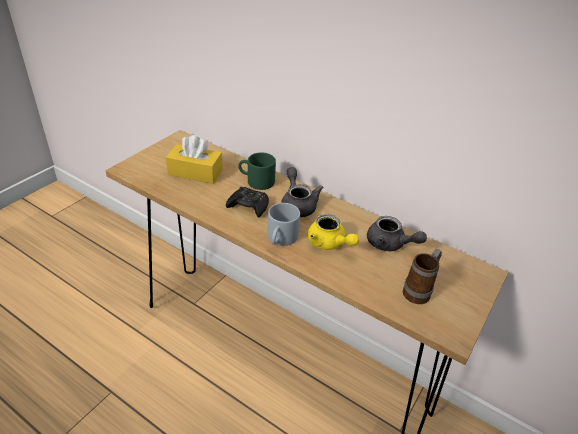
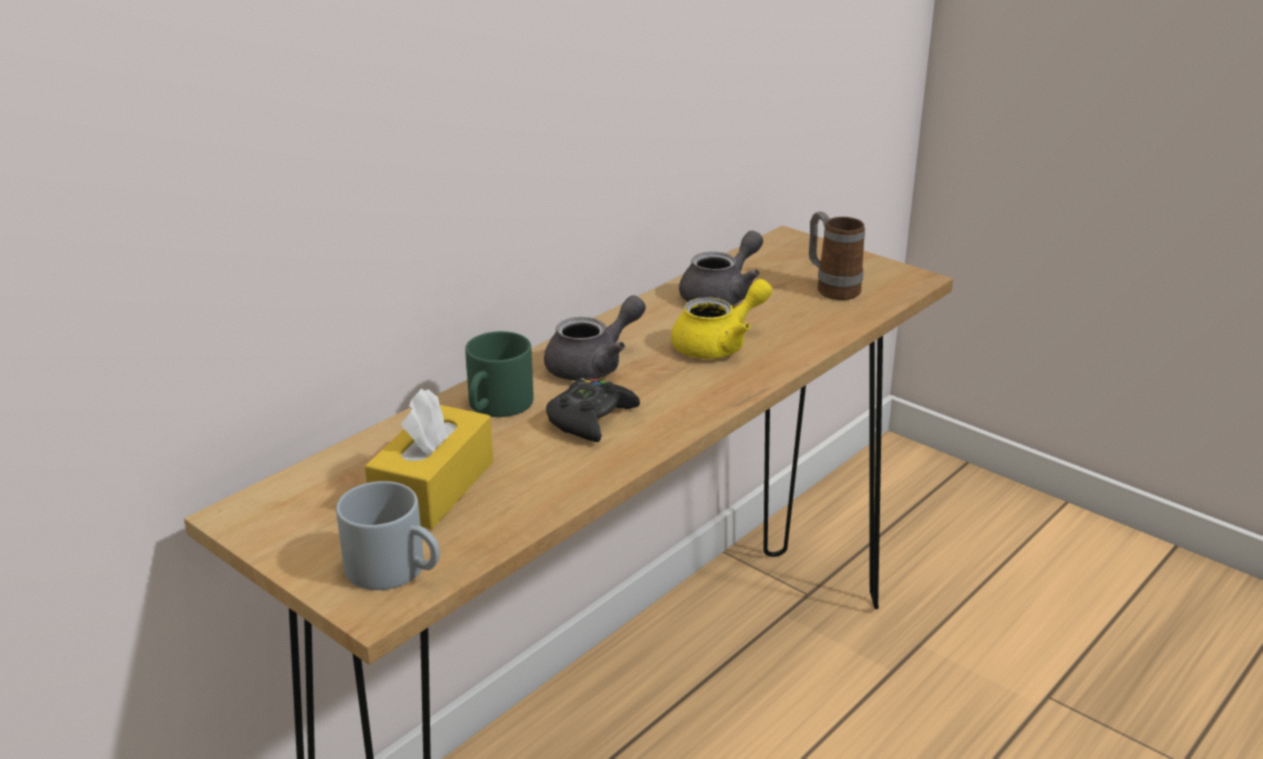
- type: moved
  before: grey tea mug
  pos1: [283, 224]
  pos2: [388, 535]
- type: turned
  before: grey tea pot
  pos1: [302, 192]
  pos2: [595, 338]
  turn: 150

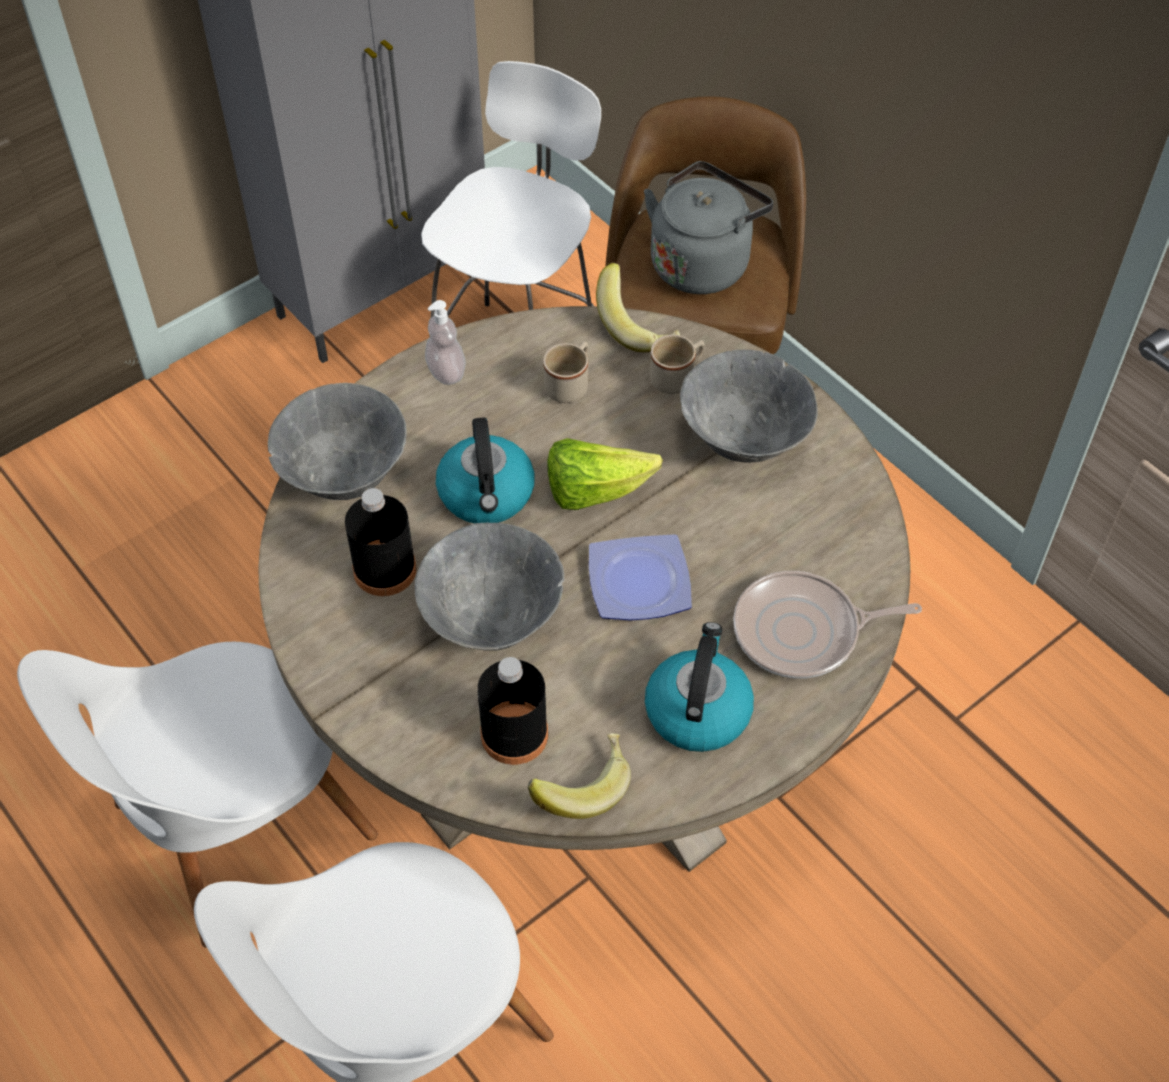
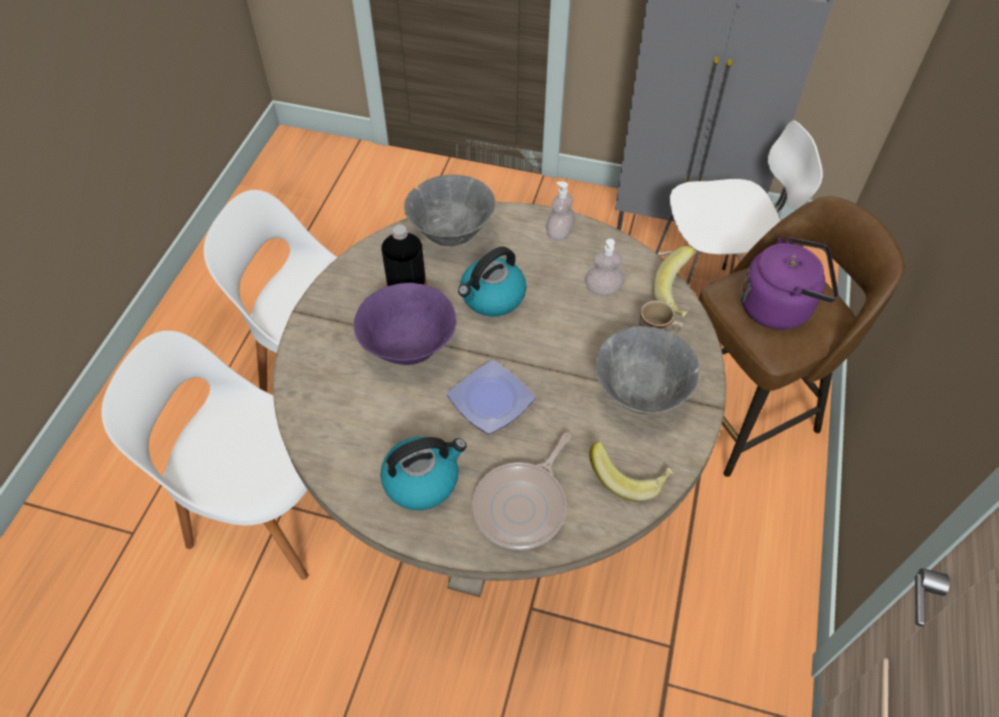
- type: recoloured
  before: grey serving bowl
  after: purple-coloured serving bowl
  pos1: [489, 587]
  pos2: [405, 324]
- type: turned
  before: pan
  pos1: [827, 625]
  pos2: [521, 491]
  turn: -105
- type: replaced
  before: sand-coloured tea mug
  after: soap dispenser
  pos1: [565, 372]
  pos2: [604, 267]
- type: moved
  before: whole banana
  pos1: [579, 776]
  pos2: [631, 472]
- type: recoloured
  before: grey water kettle
  after: purple-coloured water kettle
  pos1: [708, 227]
  pos2: [789, 283]
- type: removed
  before: black-coloured bottle
  pos1: [512, 711]
- type: removed
  before: lettuce
  pos1: [605, 474]

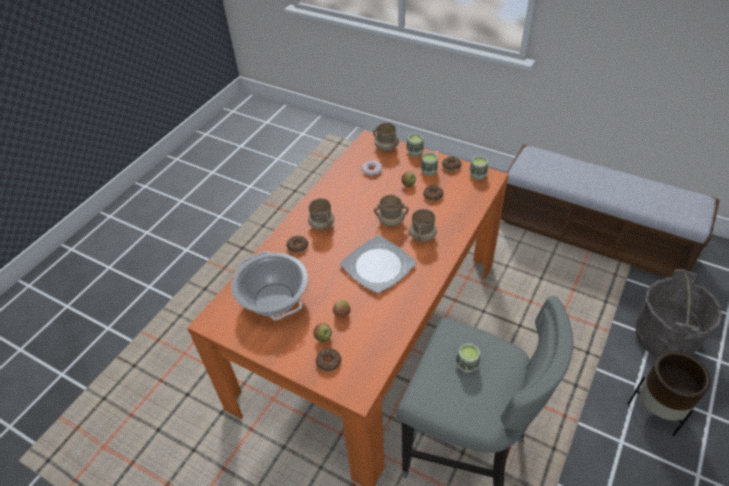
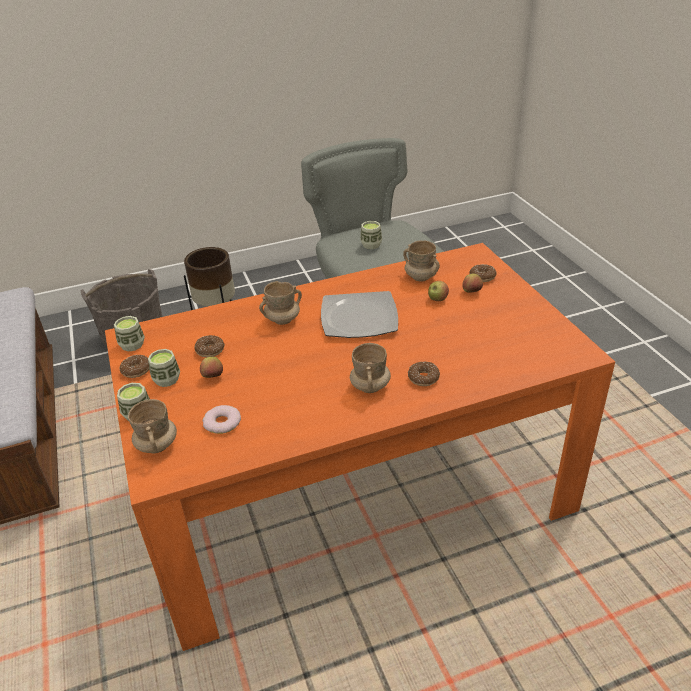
- type: moved
  before: sand-coloured tea mug
  pos1: [391, 211]
  pos2: [421, 260]
- type: removed
  before: cooking pot
  pos1: [269, 285]

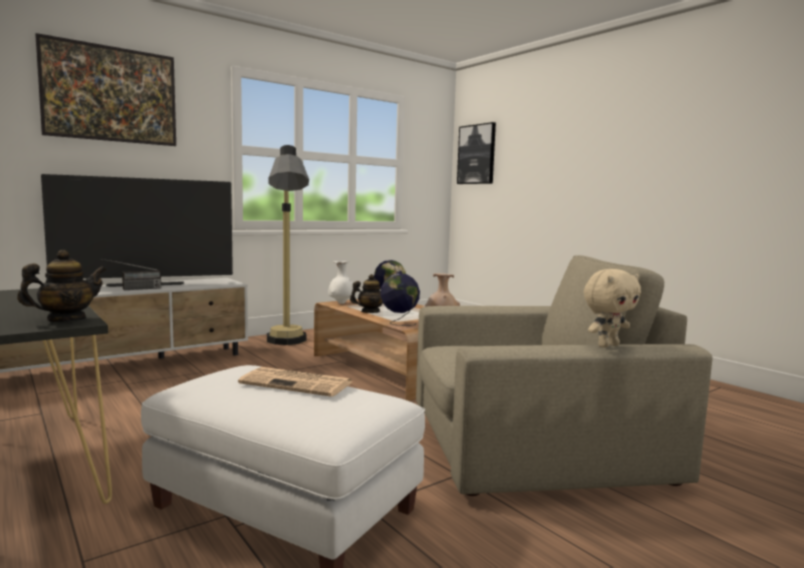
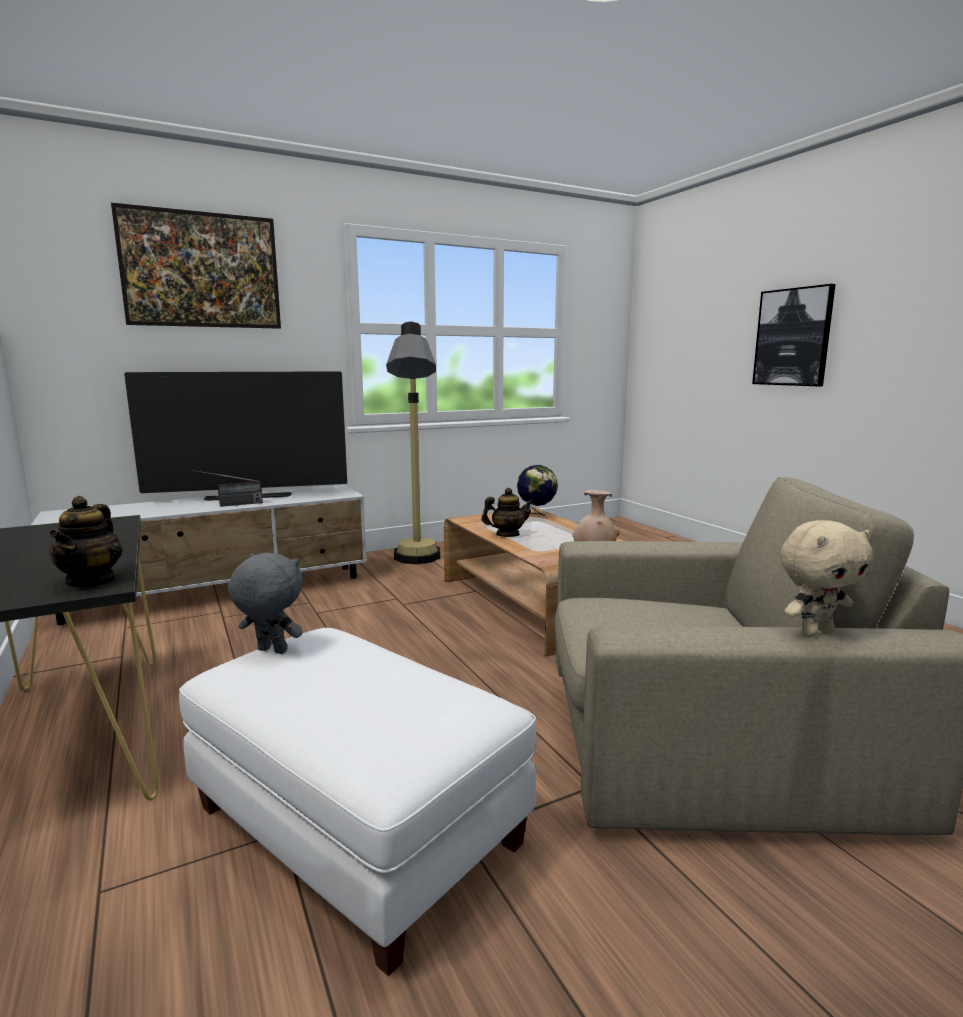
- type: turned
  before: tea pot
  pos1: [61, 286]
  pos2: [86, 542]
  turn: 120
- type: added
  after: grey soft toy
  pos2: [265, 603]
- type: moved
  before: picture
  pos1: [476, 153]
  pos2: [793, 335]
- type: removed
  before: newspaper
  pos1: [295, 382]
- type: removed
  before: white vase
  pos1: [342, 282]
- type: removed
  before: globe
  pos1: [400, 299]

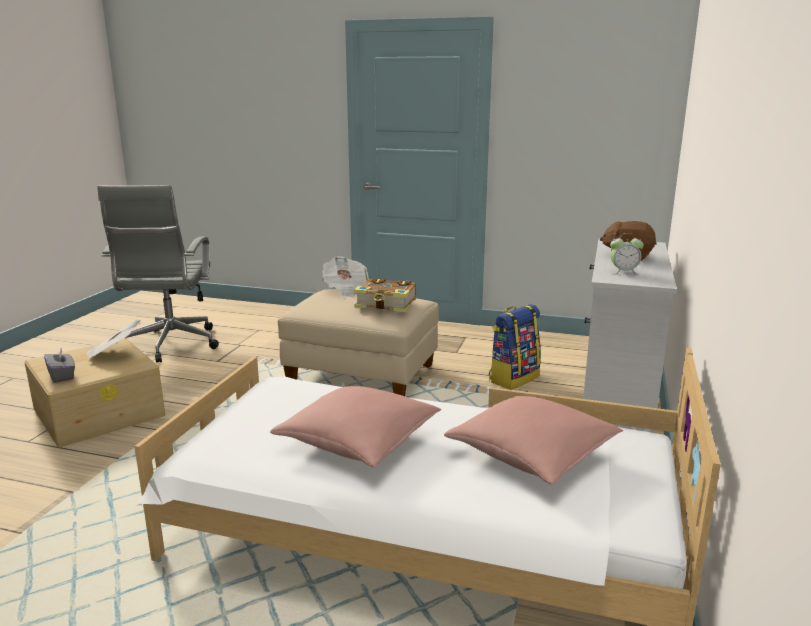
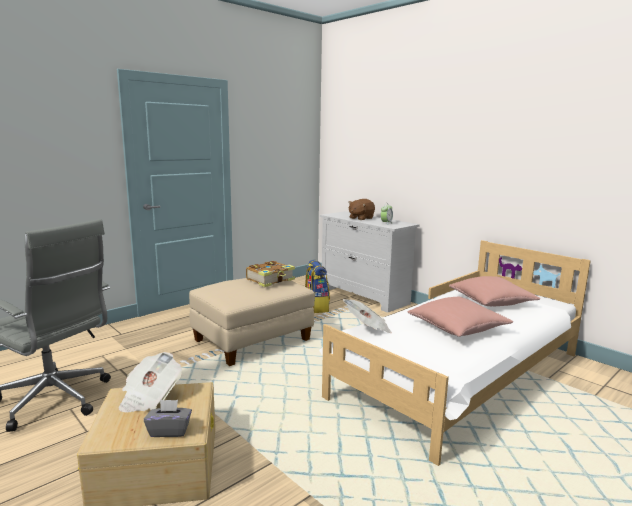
- type: moved
  before: newspaper
  pos1: [345, 277]
  pos2: [367, 316]

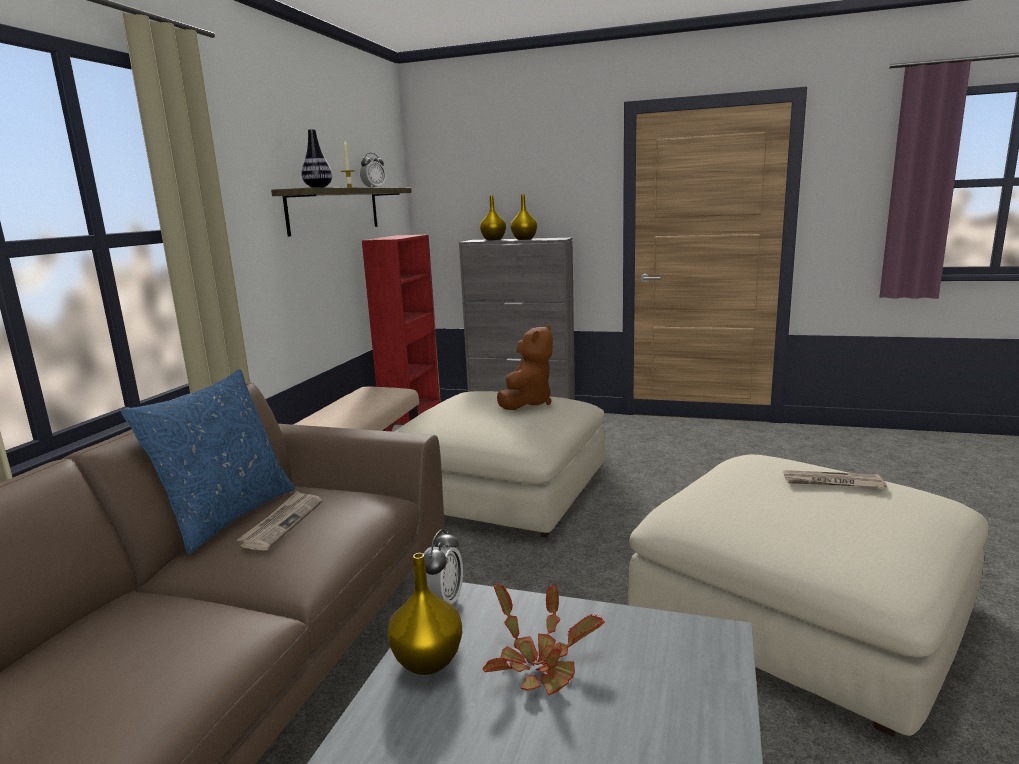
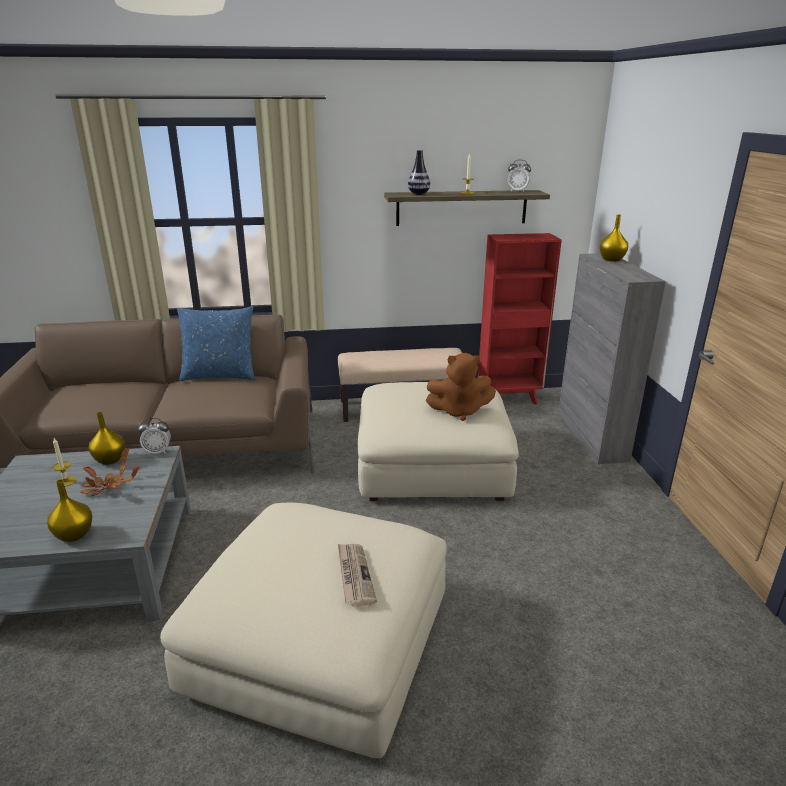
- type: moved
  before: yellowish vase
  pos1: [524, 217]
  pos2: [69, 510]
- type: added
  after: wax candle
  pos2: [64, 462]
- type: removed
  before: newspaper
  pos1: [280, 521]

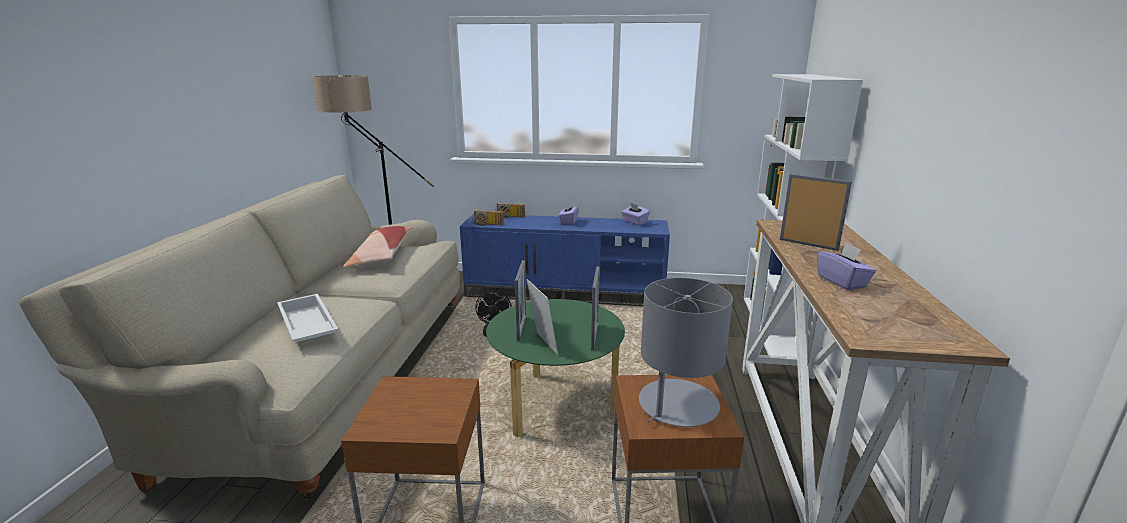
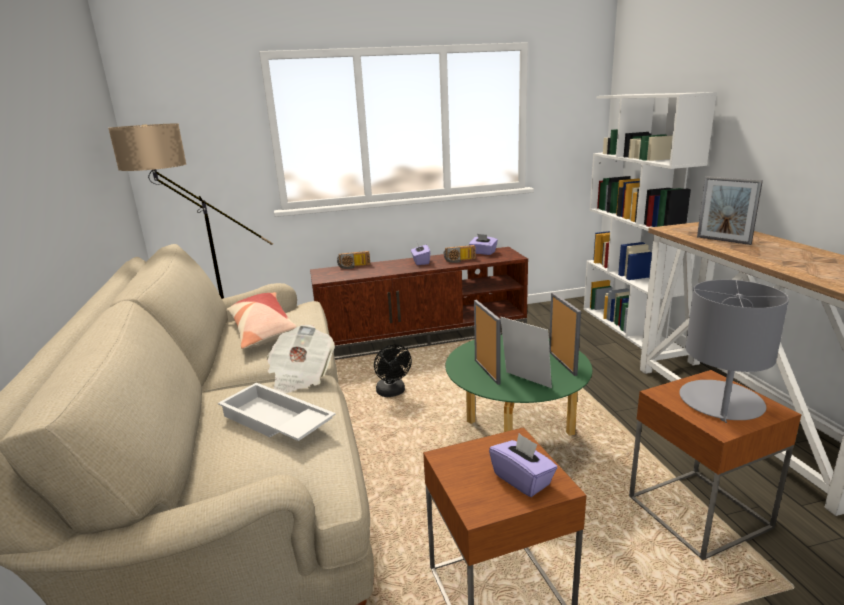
- type: added
  after: newspaper
  pos2: [301, 359]
- type: recoloured
  before: bluish tv unit
  after: brownish tv unit
  pos1: [565, 260]
  pos2: [419, 303]
- type: moved
  before: radio set
  pos1: [488, 218]
  pos2: [460, 254]
- type: moved
  before: purple-coloured box of tissues
  pos1: [846, 266]
  pos2: [523, 465]
- type: turned
  before: picture frame
  pos1: [816, 212]
  pos2: [730, 210]
  turn: -150

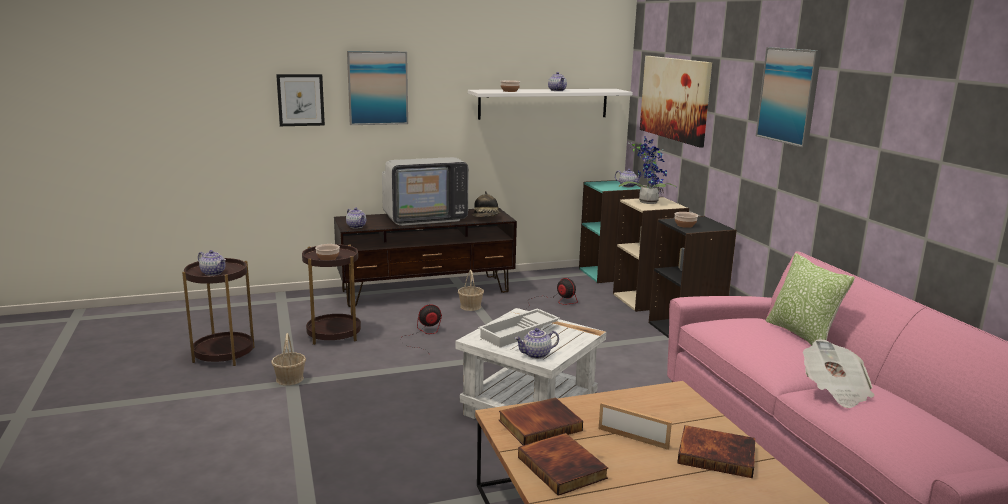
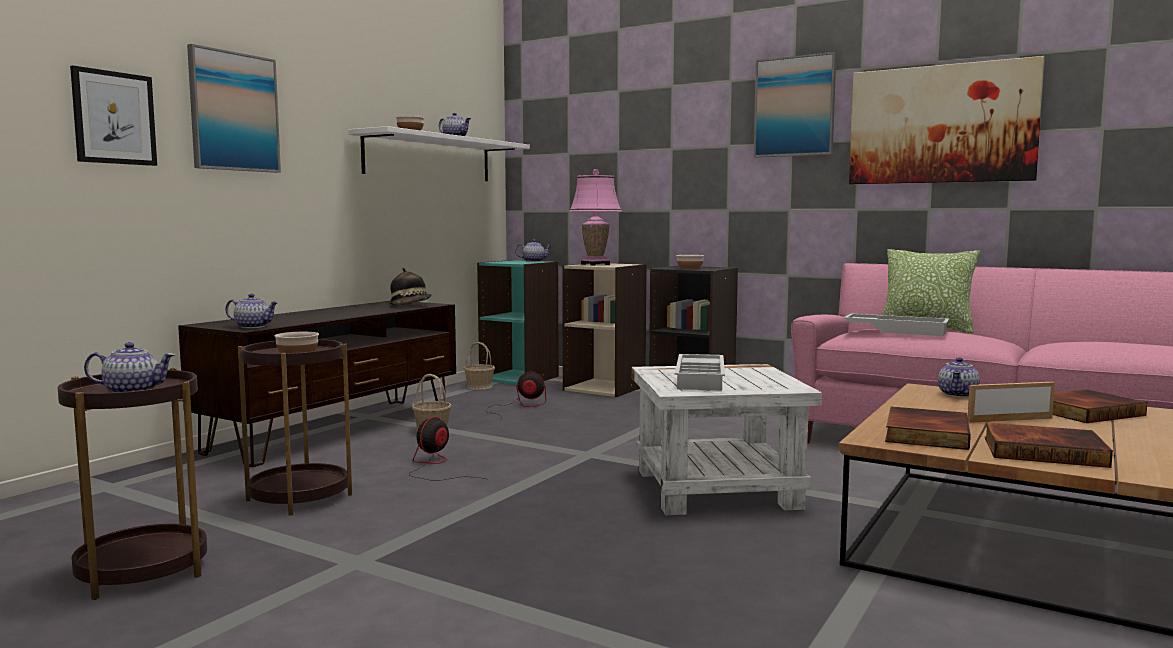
- type: moved
  before: storage basket
  pos1: [288, 359]
  pos2: [479, 366]
- type: replaced
  before: houseplant
  after: pink table lamp
  pos1: [647, 170]
  pos2: [595, 217]
- type: added
  after: white tray
  pos2: [896, 325]
- type: moved
  before: picture
  pos1: [676, 102]
  pos2: [947, 120]
- type: moved
  before: tea pot
  pos1: [536, 343]
  pos2: [959, 377]
- type: removed
  before: television
  pos1: [425, 191]
- type: removed
  before: newspaper
  pos1: [839, 373]

